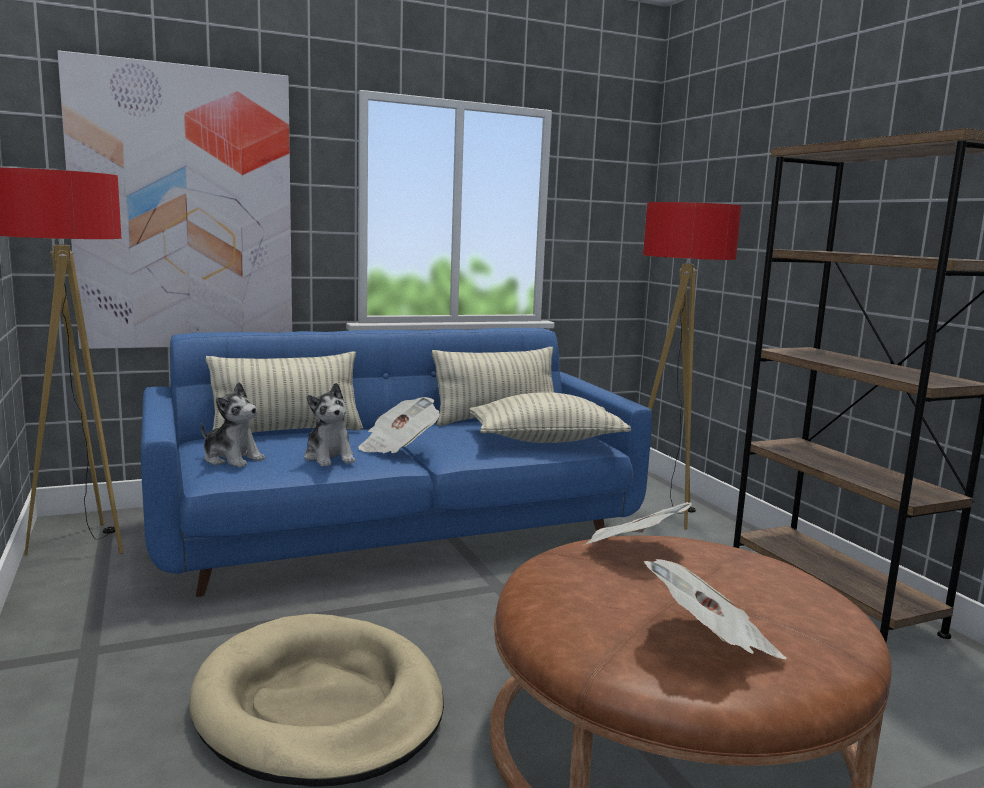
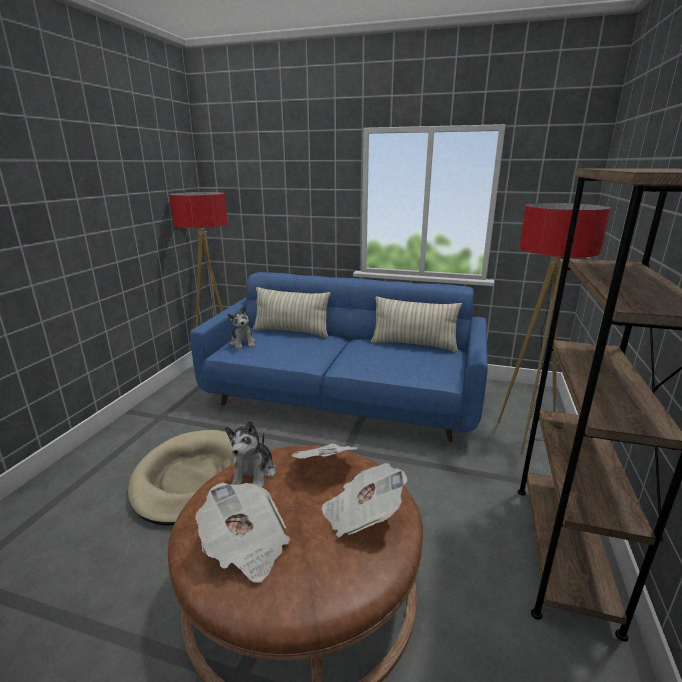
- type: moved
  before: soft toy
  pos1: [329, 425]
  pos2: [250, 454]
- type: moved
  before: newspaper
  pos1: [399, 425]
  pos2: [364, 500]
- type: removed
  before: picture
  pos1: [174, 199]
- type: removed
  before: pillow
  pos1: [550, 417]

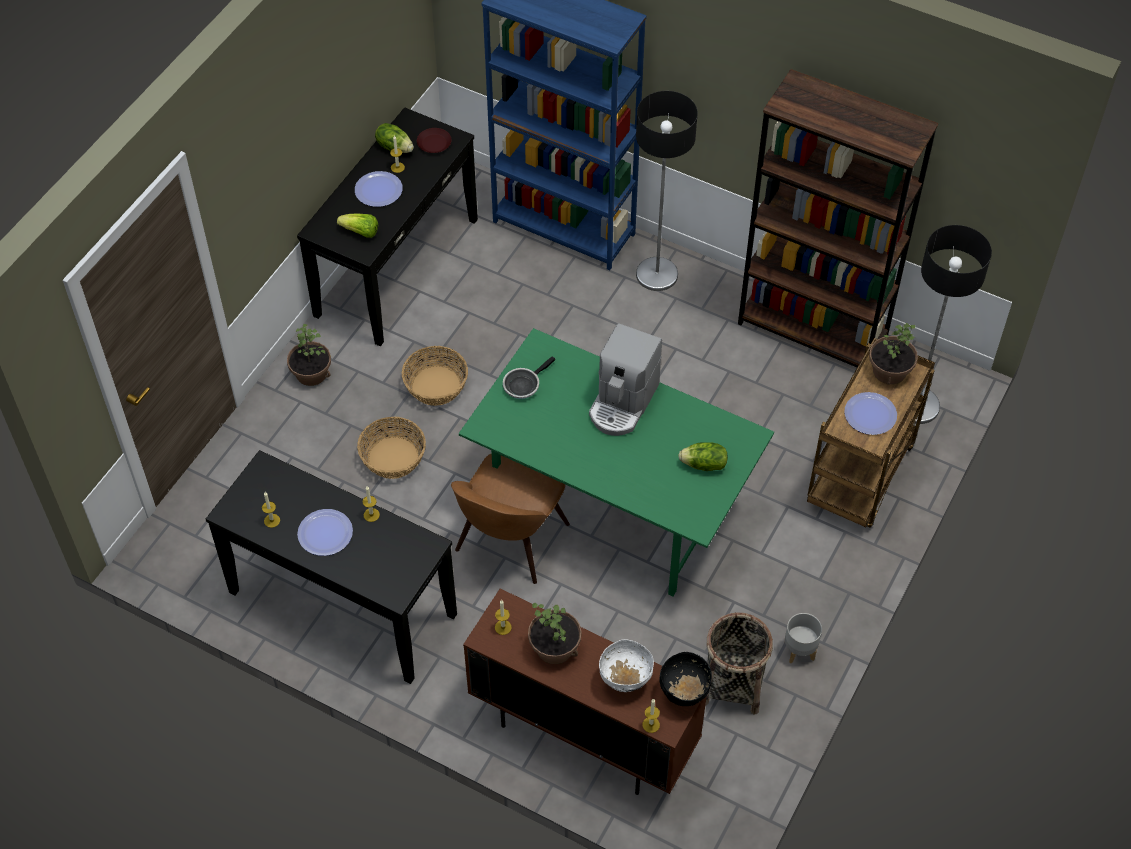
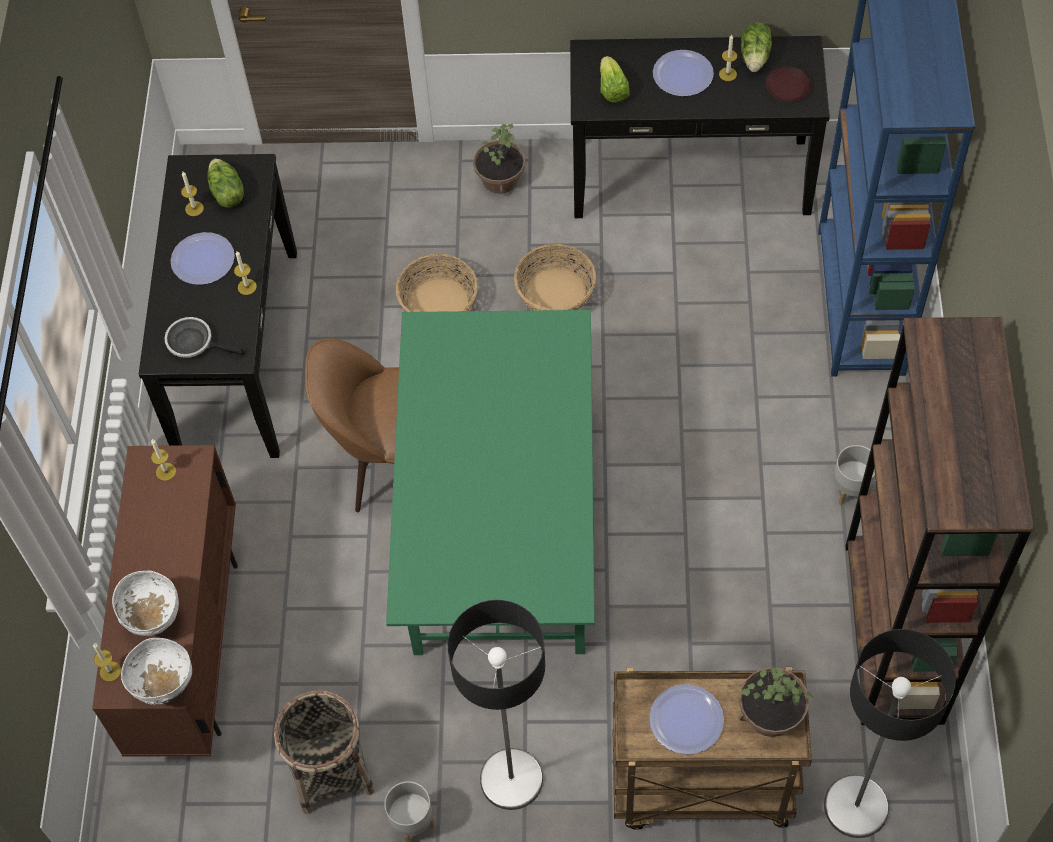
- type: recoloured
  before: black-coloured serving bowl
  after: white serving bowl
  pos1: [685, 679]
  pos2: [156, 671]
- type: moved
  before: pan
  pos1: [529, 377]
  pos2: [204, 337]
- type: moved
  before: lettuce
  pos1: [703, 456]
  pos2: [225, 183]
- type: moved
  before: floor lamp
  pos1: [667, 191]
  pos2: [496, 705]
- type: added
  after: grey planter
  pos2: [854, 475]
- type: removed
  before: houseplant
  pos1: [555, 633]
- type: removed
  before: coffee machine
  pos1: [625, 379]

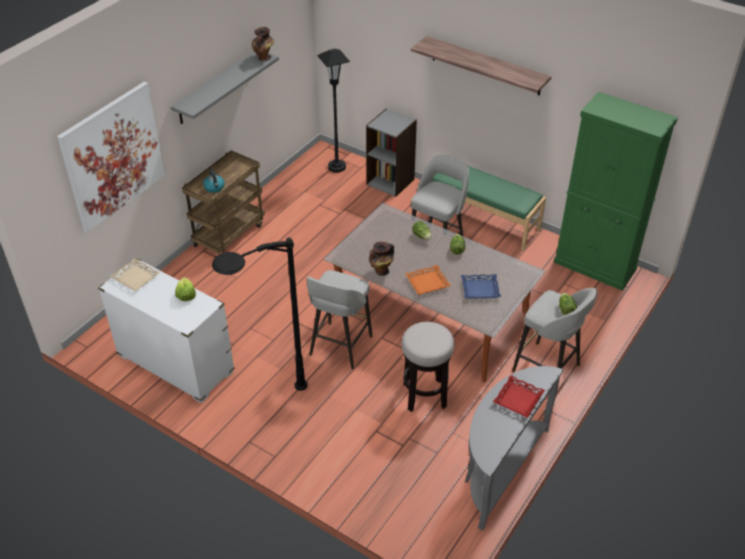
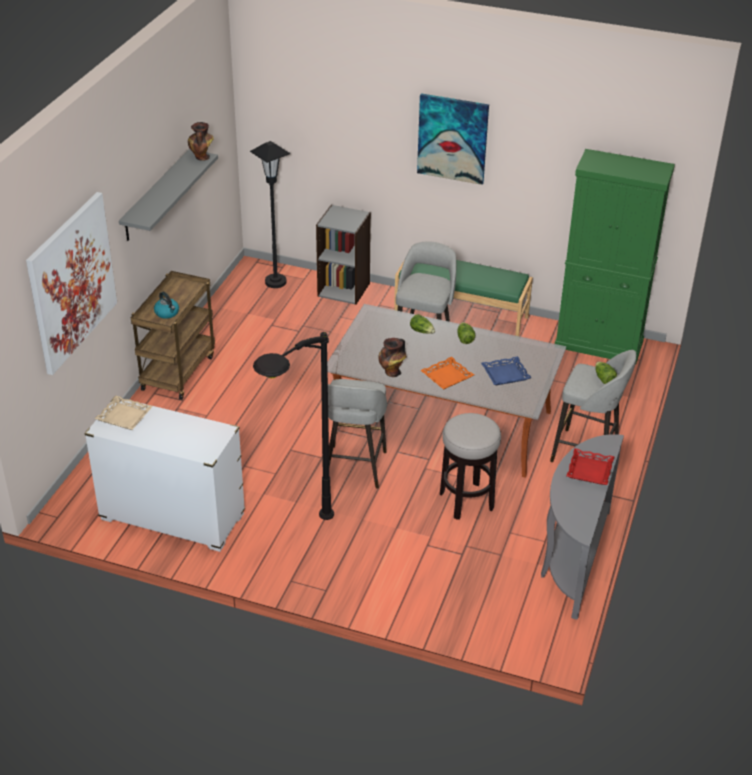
- type: replaced
  before: shelf
  after: picture
  pos1: [481, 66]
  pos2: [453, 139]
- type: removed
  before: lettuce
  pos1: [185, 289]

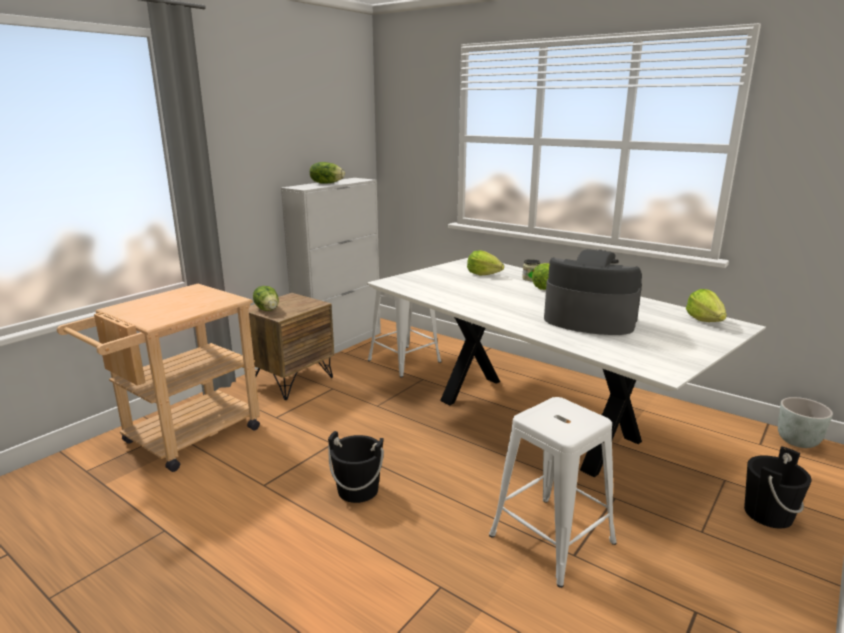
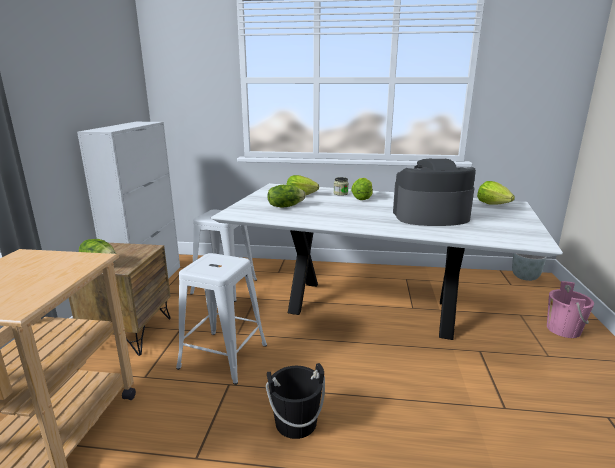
- type: moved
  before: white stool
  pos1: [553, 492]
  pos2: [221, 319]
- type: moved
  before: lettuce
  pos1: [327, 173]
  pos2: [286, 196]
- type: recoloured
  before: black-coloured water bucket
  after: pink water bucket
  pos1: [778, 487]
  pos2: [570, 309]

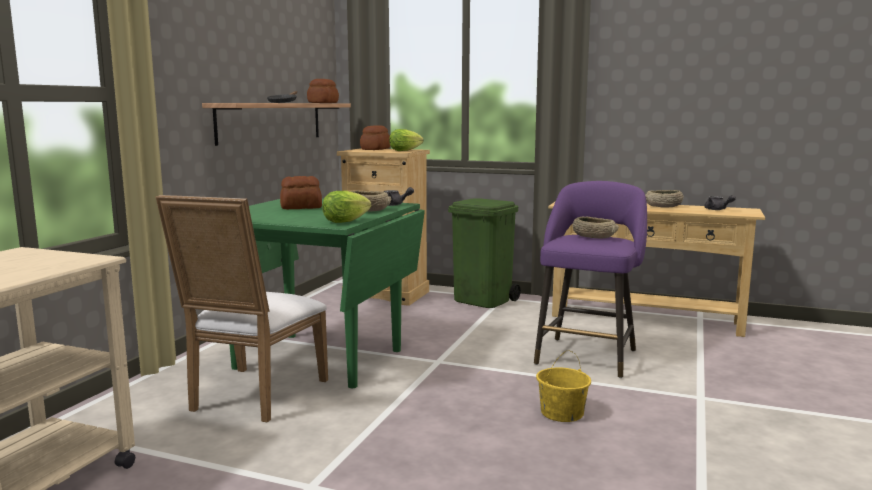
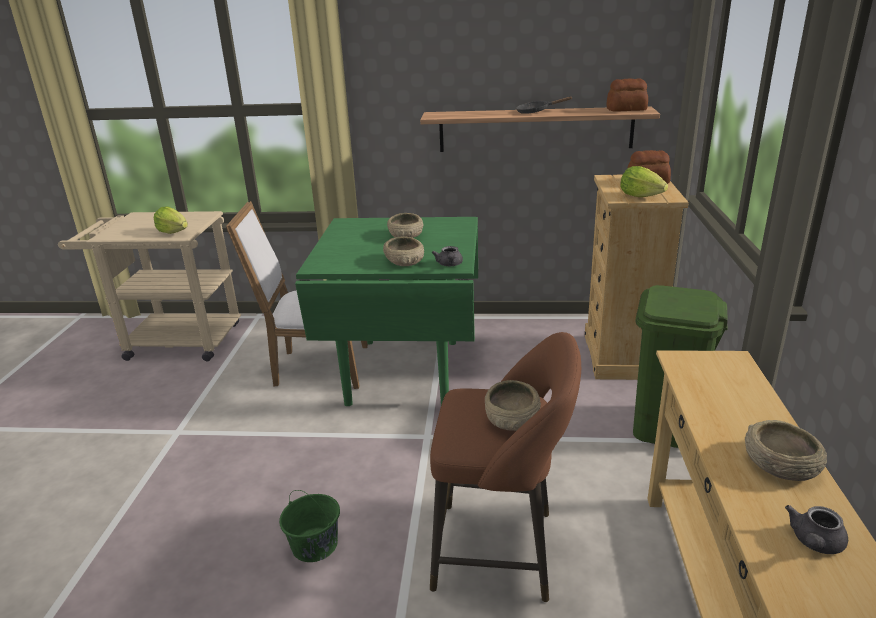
- type: moved
  before: lettuce
  pos1: [346, 207]
  pos2: [171, 220]
- type: recoloured
  before: yellowish water bucket
  after: green-coloured water bucket
  pos1: [563, 386]
  pos2: [309, 526]
- type: replaced
  before: bread
  after: sand-coloured serving bowl
  pos1: [301, 192]
  pos2: [405, 225]
- type: recoloured
  before: purple-coloured stool
  after: brownish stool
  pos1: [590, 279]
  pos2: [505, 467]

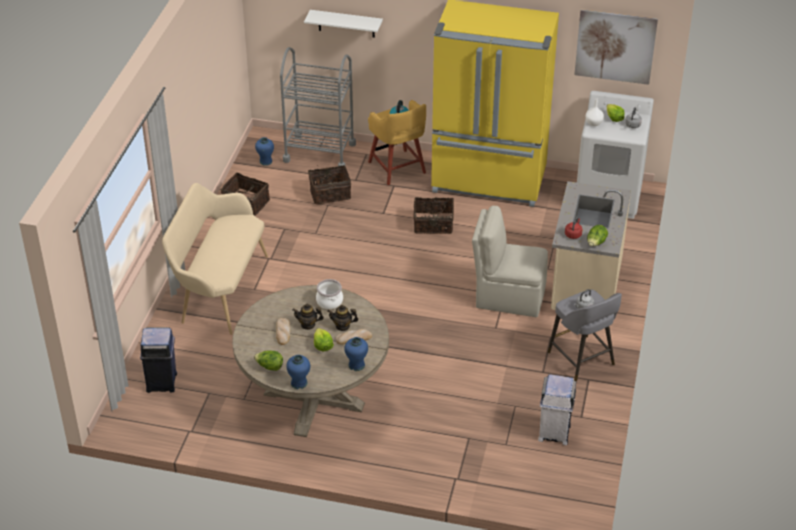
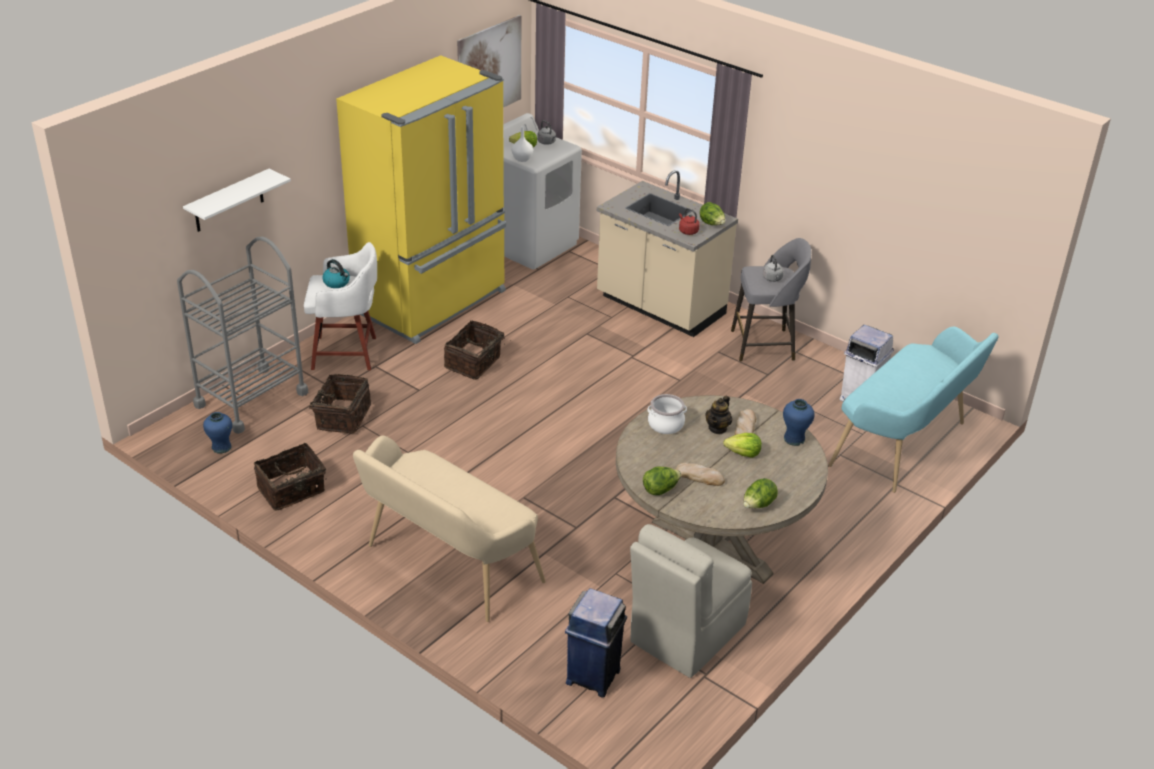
- type: recoloured
  before: yellowish stool
  after: white stool
  pos1: [397, 142]
  pos2: [340, 306]
- type: moved
  before: sand-coloured chair
  pos1: [510, 261]
  pos2: [691, 601]
- type: added
  after: lettuce
  pos2: [662, 480]
- type: added
  after: turquoise long seat
  pos2: [913, 410]
- type: removed
  before: bluish vase
  pos1: [298, 372]
- type: removed
  before: tea pot
  pos1: [308, 317]

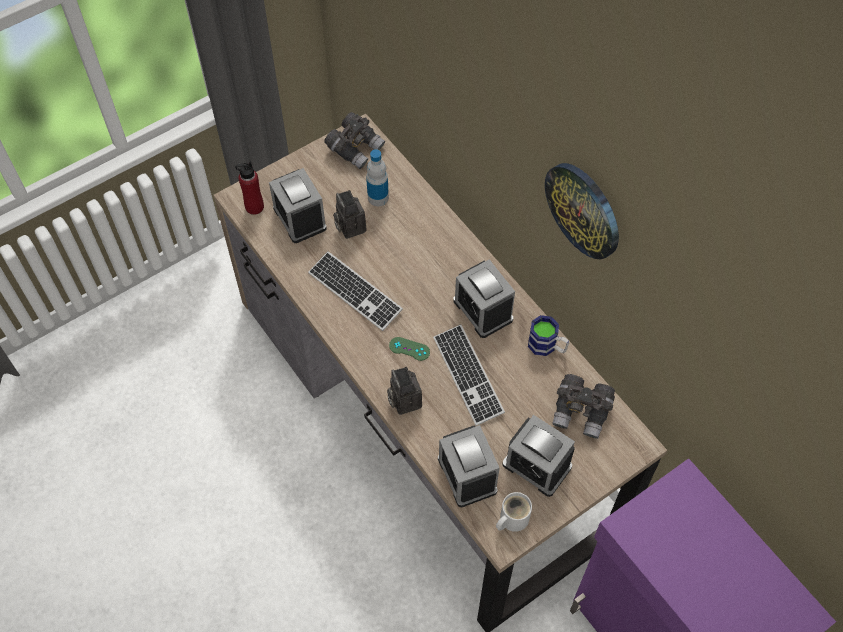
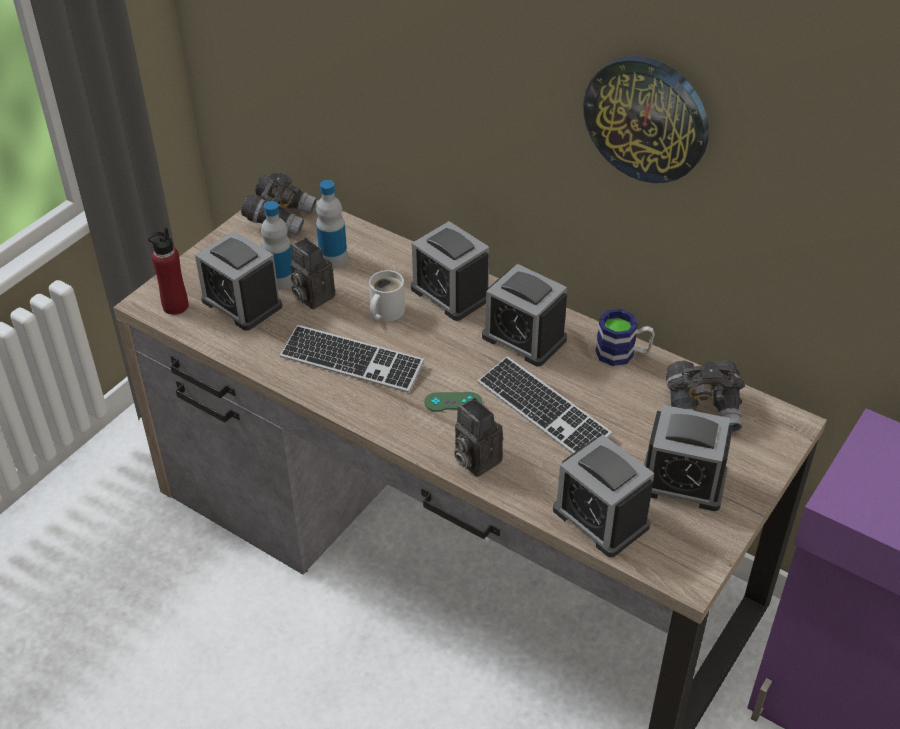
- type: added
  after: bottle
  pos2: [277, 245]
- type: moved
  before: white tea mug
  pos1: [514, 512]
  pos2: [387, 296]
- type: added
  after: table clock
  pos2: [450, 271]

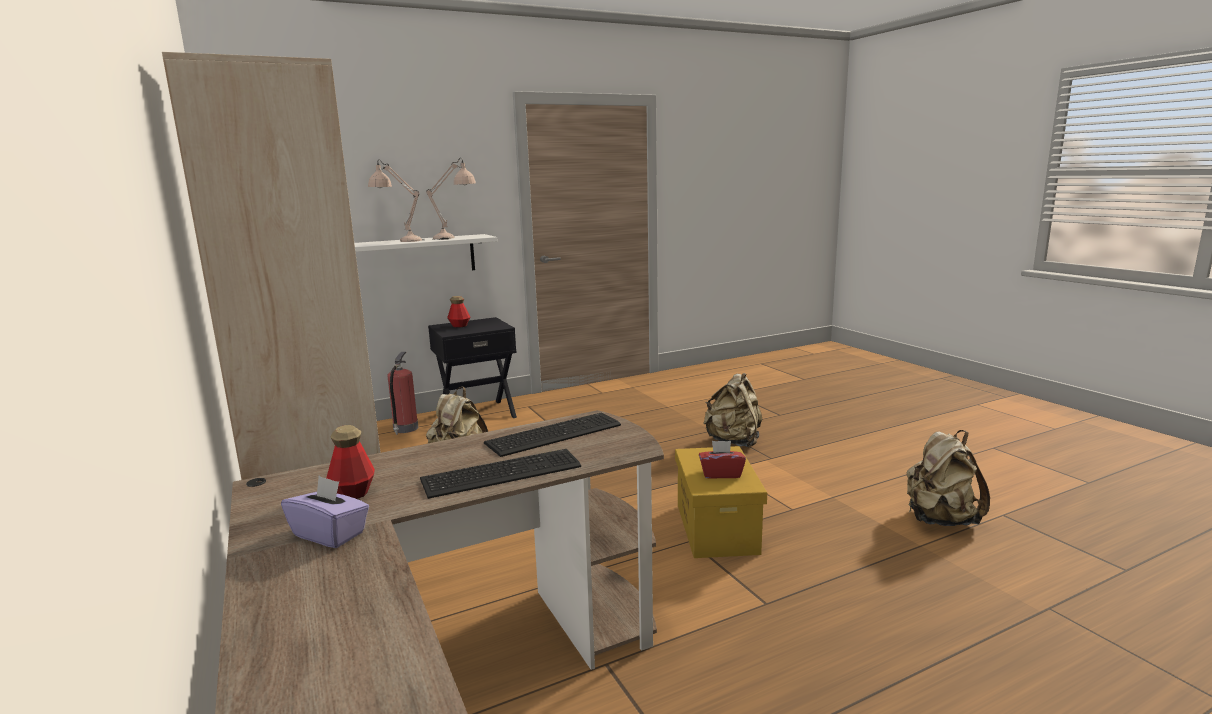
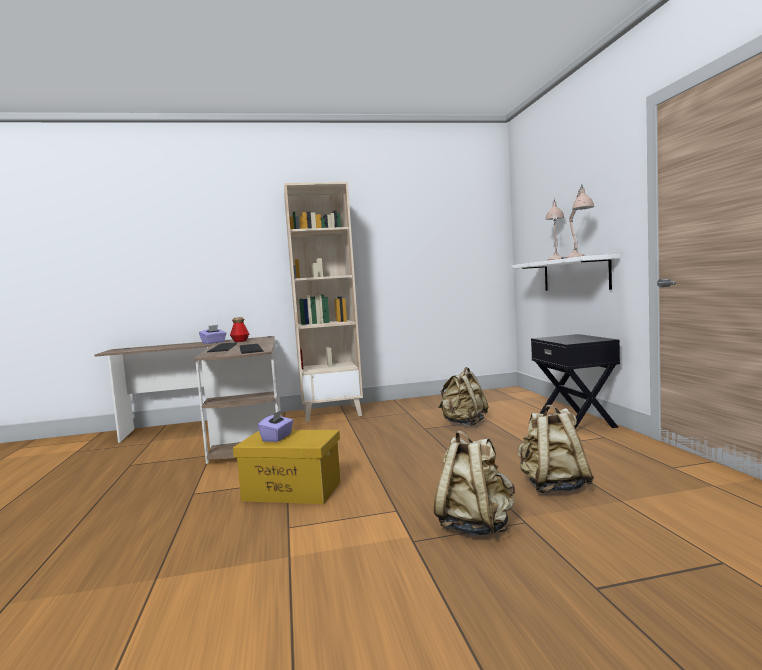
- type: recoloured
  before: reddish box of tissues
  after: purple-coloured box of tissues
  pos1: [722, 460]
  pos2: [276, 425]
- type: moved
  before: sand-coloured rucksack
  pos1: [948, 478]
  pos2: [556, 449]
- type: removed
  before: extinguisher
  pos1: [403, 393]
- type: removed
  before: bottle
  pos1: [458, 312]

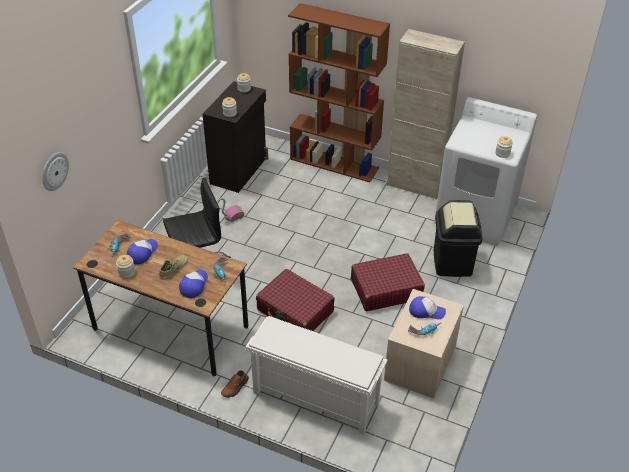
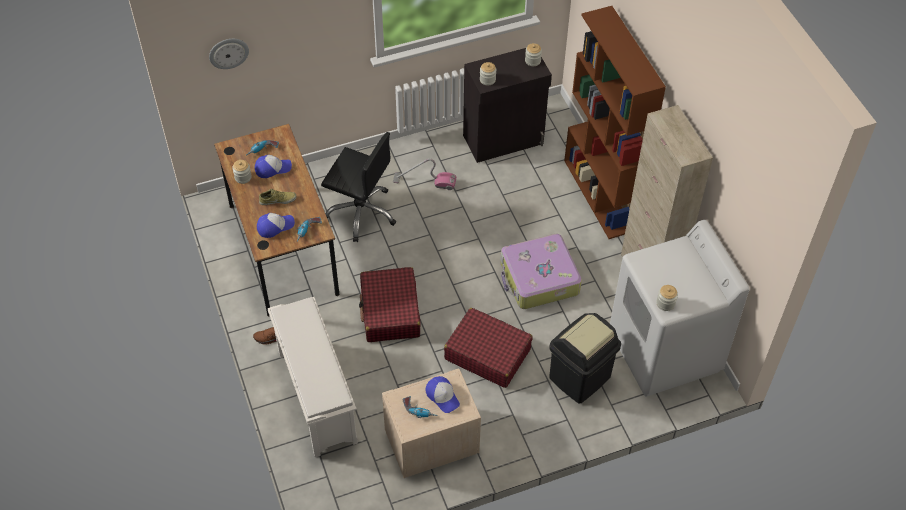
- type: added
  after: suitcase
  pos2: [541, 271]

